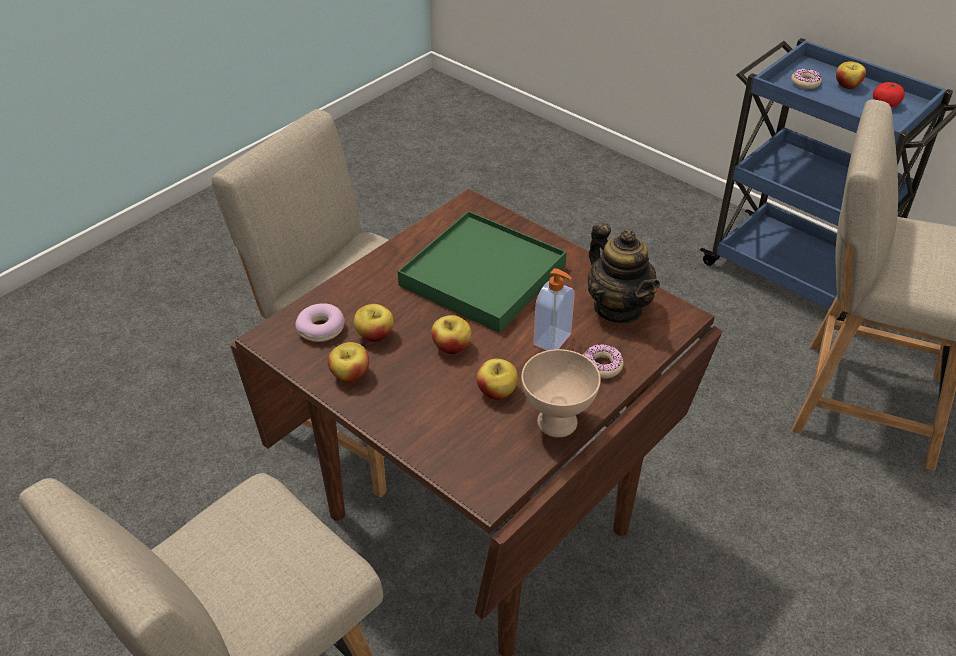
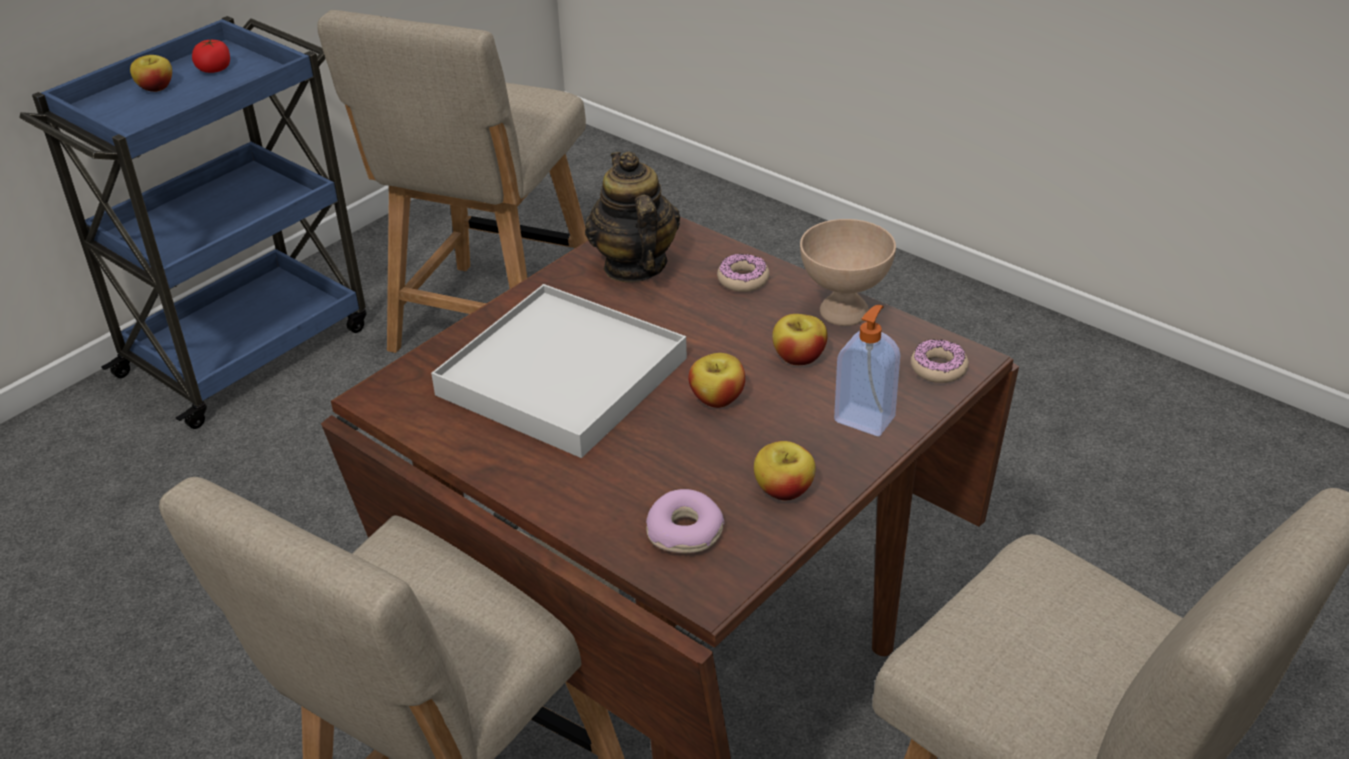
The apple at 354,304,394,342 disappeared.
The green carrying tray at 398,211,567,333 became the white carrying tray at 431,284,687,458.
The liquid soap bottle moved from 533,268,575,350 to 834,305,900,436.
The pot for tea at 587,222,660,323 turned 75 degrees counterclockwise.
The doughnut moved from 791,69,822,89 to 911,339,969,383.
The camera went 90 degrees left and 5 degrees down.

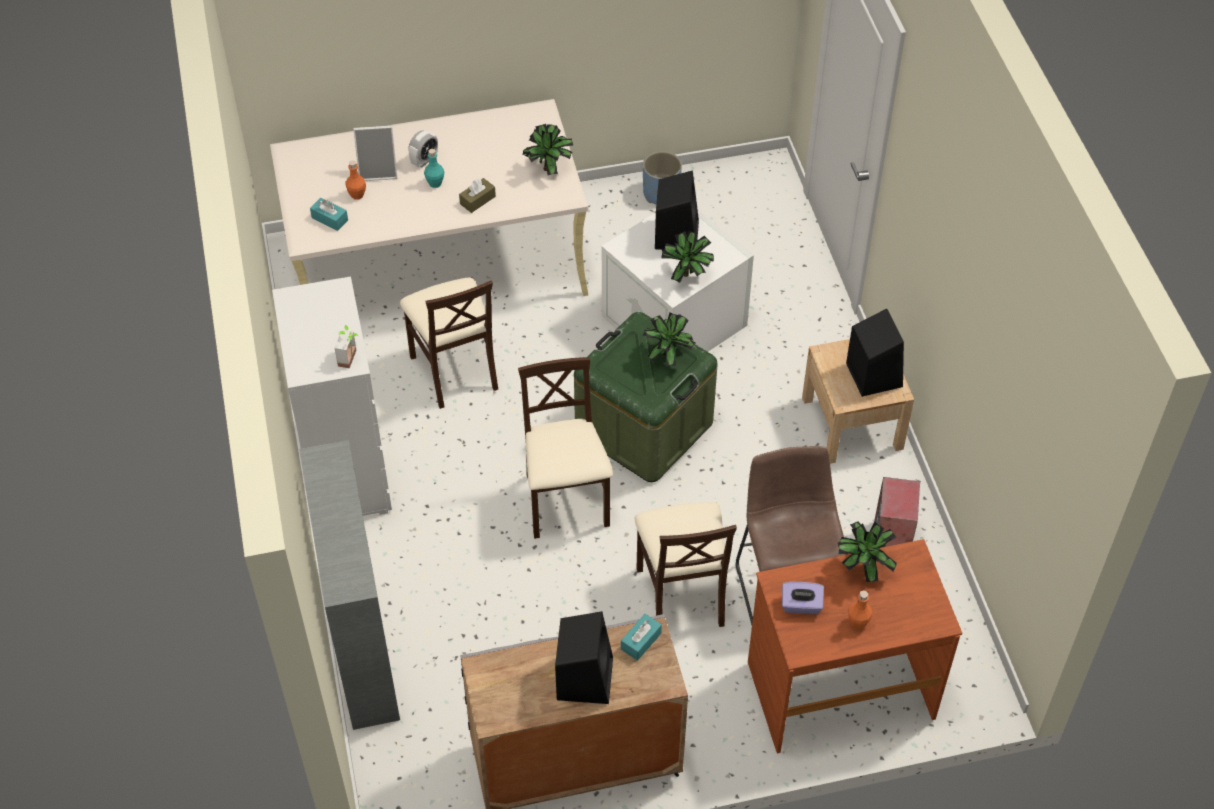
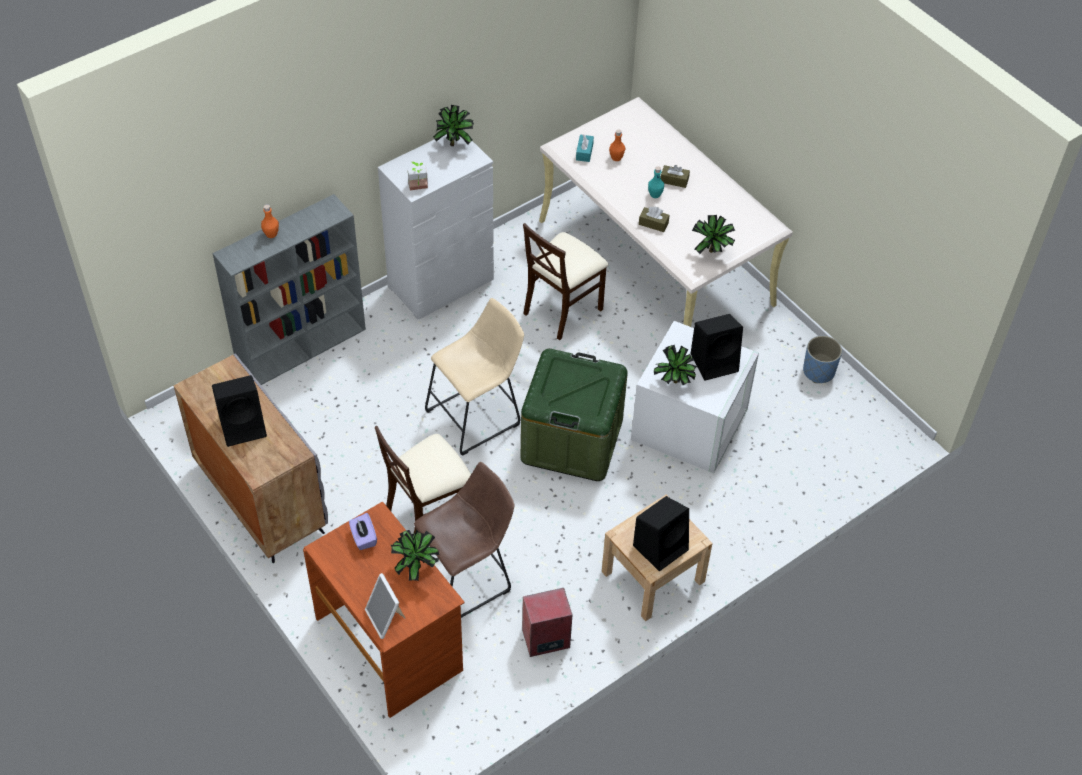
The picture frame moved from 354,125,397,181 to 365,573,405,639.
The table clock at 408,131,438,168 was replaced by the brown tissue holder at 661,165,690,188.
The sand-coloured plain chair at 518,357,613,539 was replaced by the sand-coloured stool seat at 425,298,524,456.
The blue-green tissue holder at 621,614,662,661 disappeared.
The houseplant moved from 643,312,695,366 to 433,105,474,146.
The orange-coloured drink bottle moved from 848,590,872,629 to 261,204,279,238.
The camera went 65 degrees right and 0 degrees up.

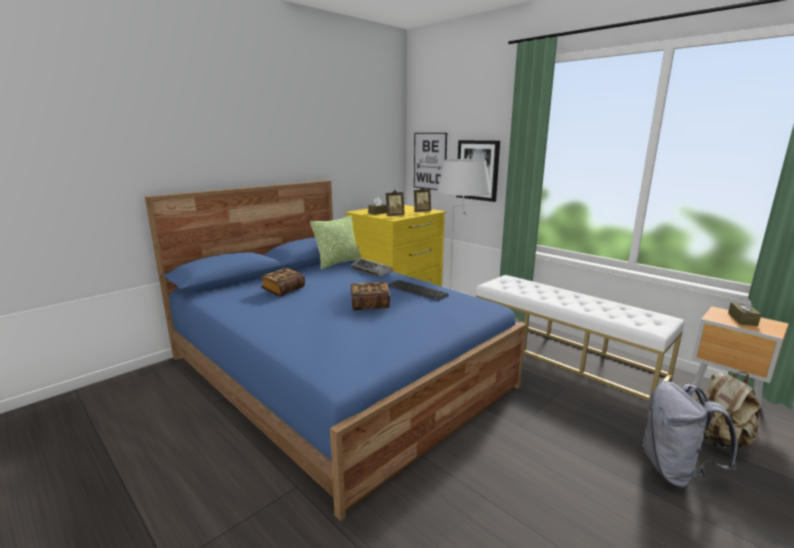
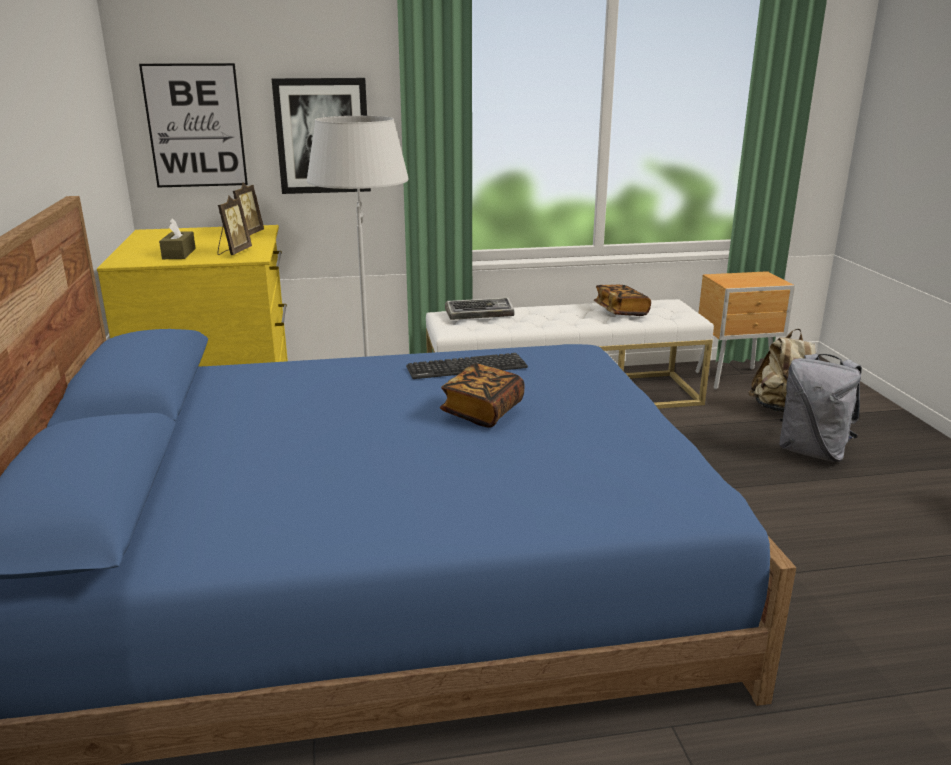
The book moved from 260,268,305,296 to 594,285,651,316.
The throw pillow at 310,215,362,270 disappeared.
The PC keyboard moved from 351,258,393,277 to 445,297,514,320.
The brown tissue holder at 728,296,761,326 disappeared.
The camera went 55 degrees left and 5 degrees up.

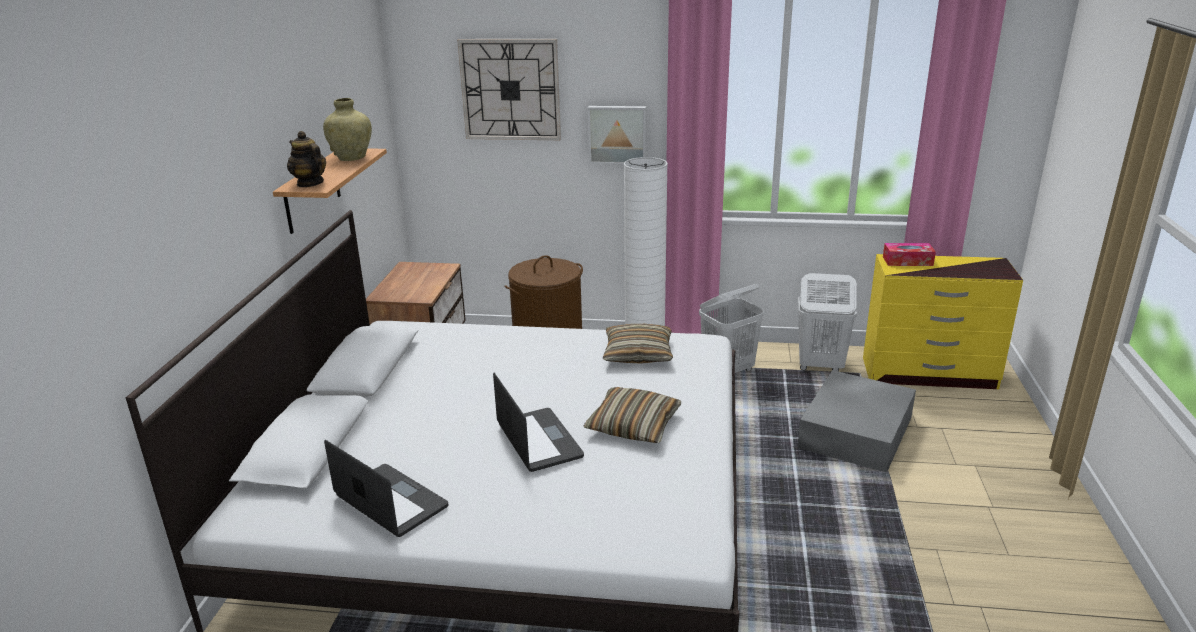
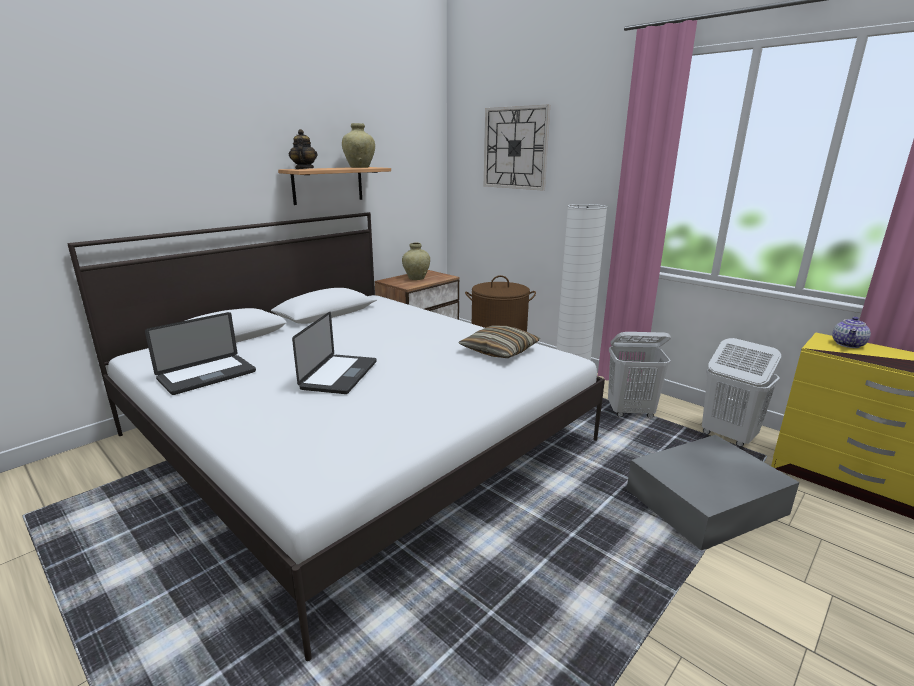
The laptop at 324,440,448,537 turned 60 degrees clockwise.
The throw pillow at 584,387,681,443 disappeared.
The wall art at 588,106,646,164 disappeared.
The tissue holder at 883,243,936,266 was replaced by the pot for tea at 832,317,871,348.
The sand-coloured flower vase at 402,243,430,280 appeared.
The camera went 35 degrees right and 5 degrees down.

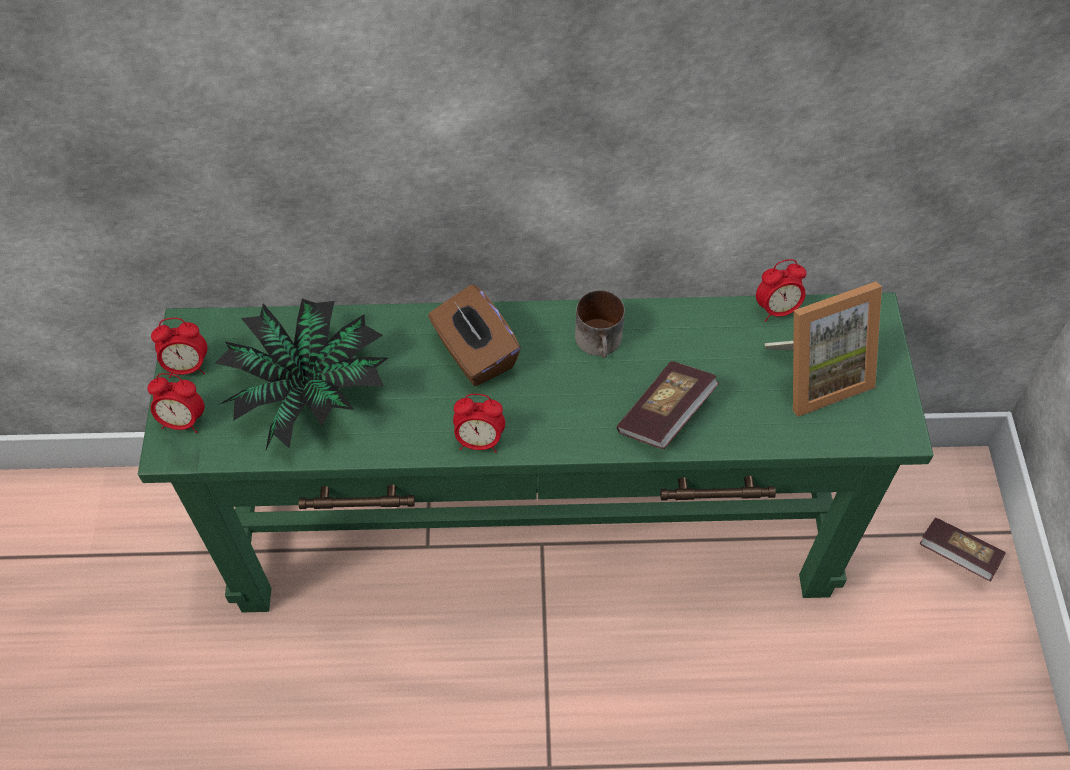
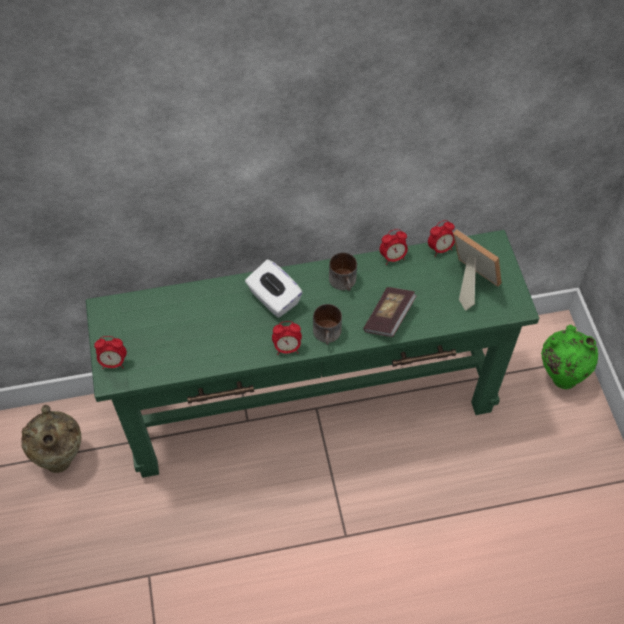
The table clock moved from 151,318,207,378 to 380,229,408,265.
The houseplant at 215,299,388,452 disappeared.
The brown tissue holder at 428,284,521,386 became the white tissue holder at 245,259,303,318.
The picture frame at 765,282,882,417 turned 105 degrees counterclockwise.
The book at 920,518,1006,581 was replaced by the green flower vase at 541,325,598,389.
The sand-coloured flower vase at 21,405,81,473 appeared.
The coffee mug at 313,304,342,345 appeared.
The camera went 10 degrees left and 0 degrees up.

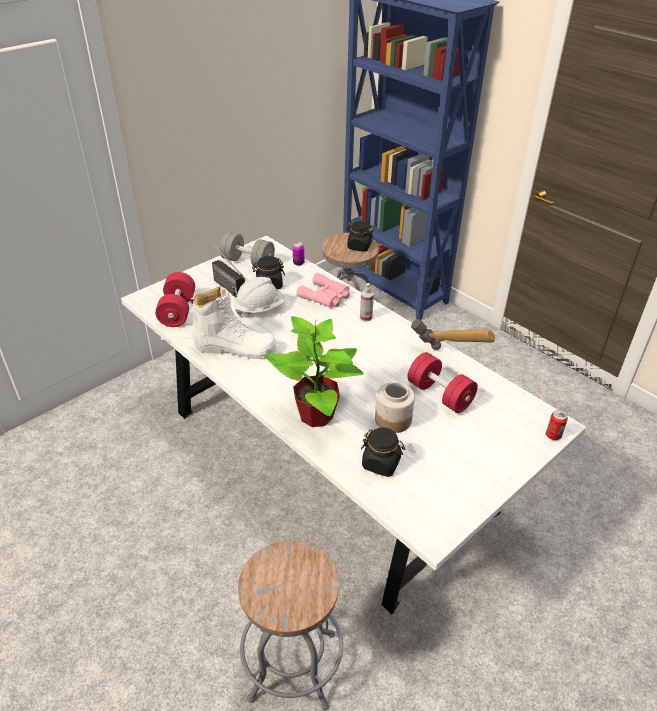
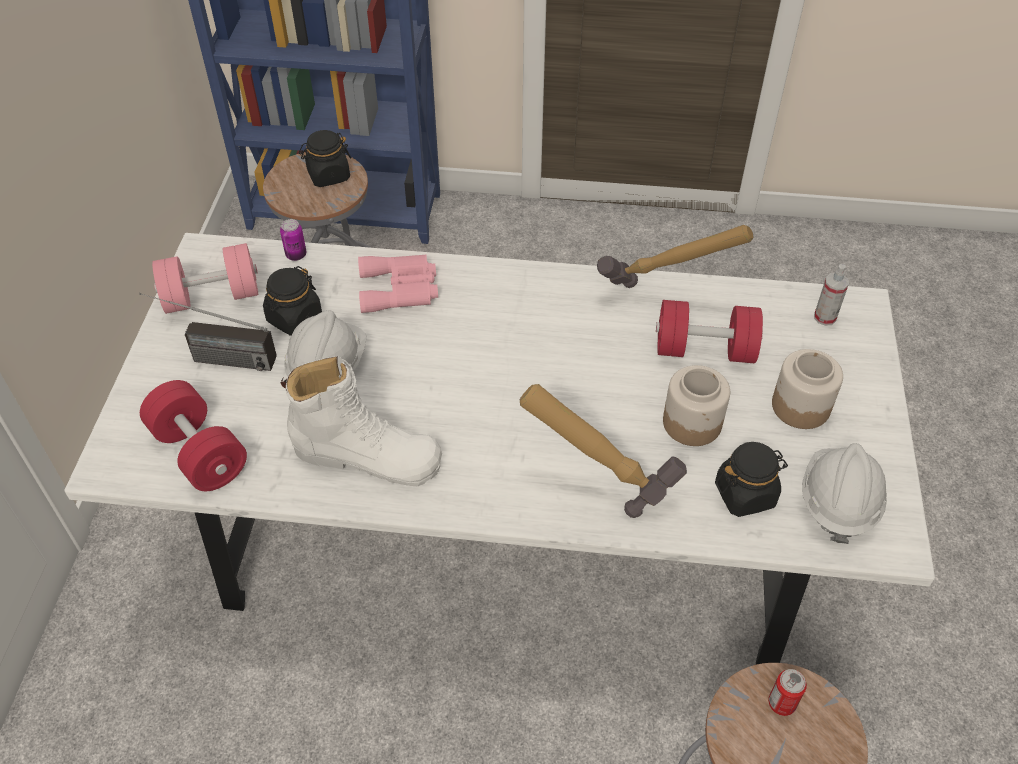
The white tall boot at 190,287,276,359 turned 45 degrees clockwise.
The gray hand weight at 220,232,275,266 became the pink hand weight at 152,243,258,314.
The houseplant at 264,316,364,427 was replaced by the tool hammer at 520,384,687,518.
The sprayer moved from 360,283,374,321 to 814,264,849,326.
The can moved from 546,410,568,440 to 768,669,807,716.
The preserve jar at 772,349,843,429 appeared.
The white safety helmet at 802,443,887,544 appeared.
The camera went 40 degrees left and 10 degrees up.

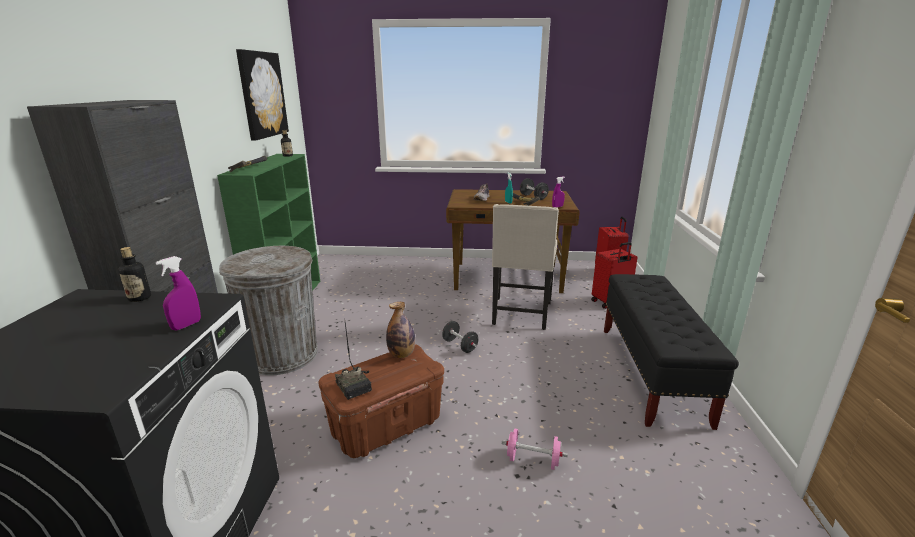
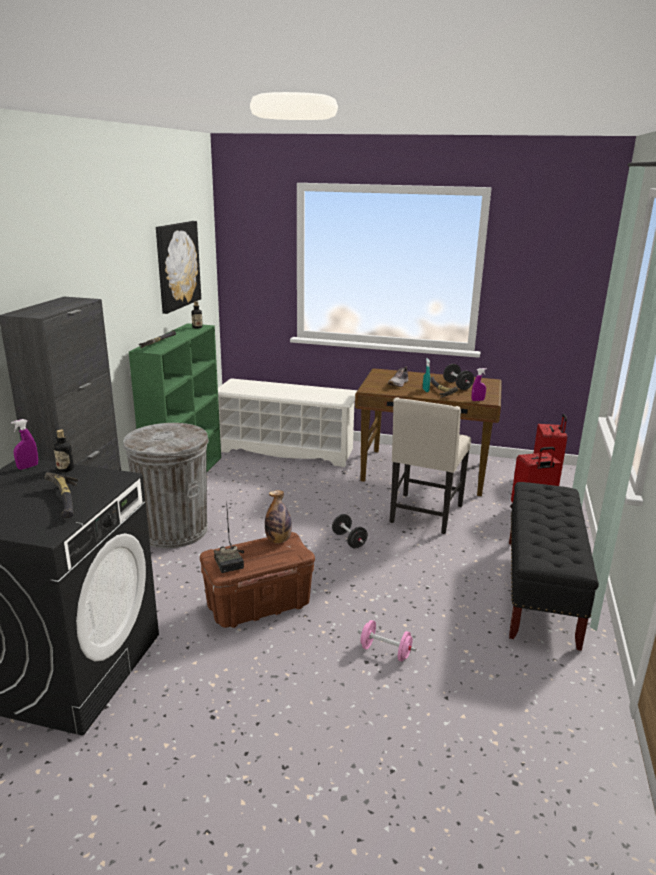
The purplish sprayer moved from 156,256,201,331 to 11,419,38,470.
The tool hammer at 45,472,78,518 appeared.
The white shoe rack at 218,378,357,467 appeared.
The camera went 10 degrees right and 0 degrees up.

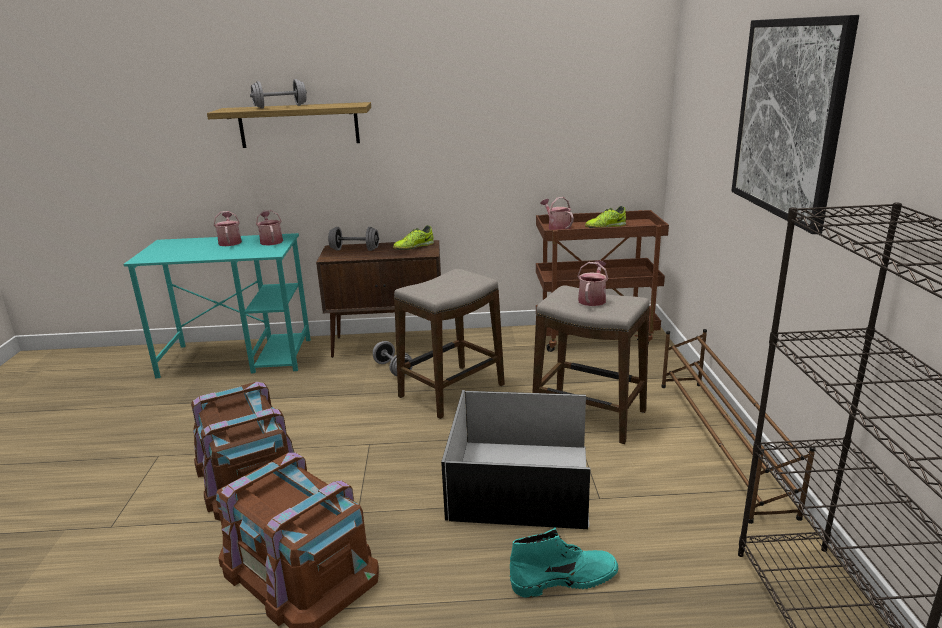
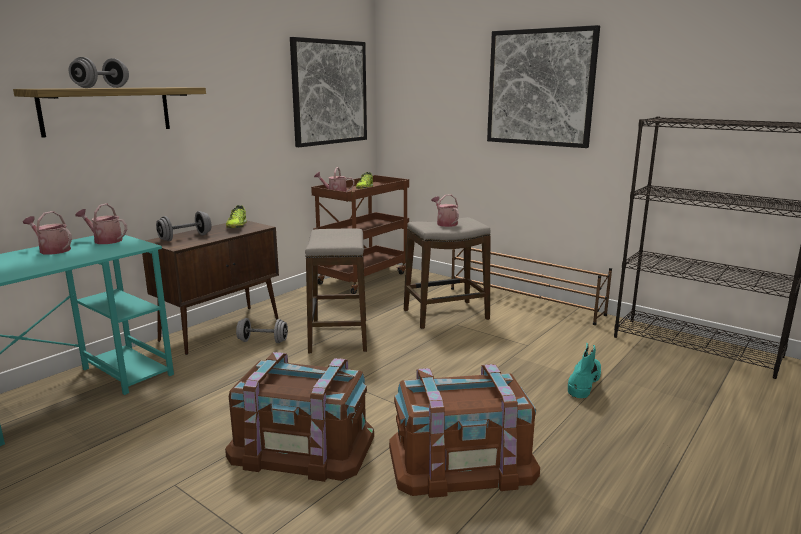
The blackish storage box at 441,390,590,529 disappeared.
The wall art at 290,37,367,147 appeared.
The camera went 50 degrees left and 5 degrees down.

